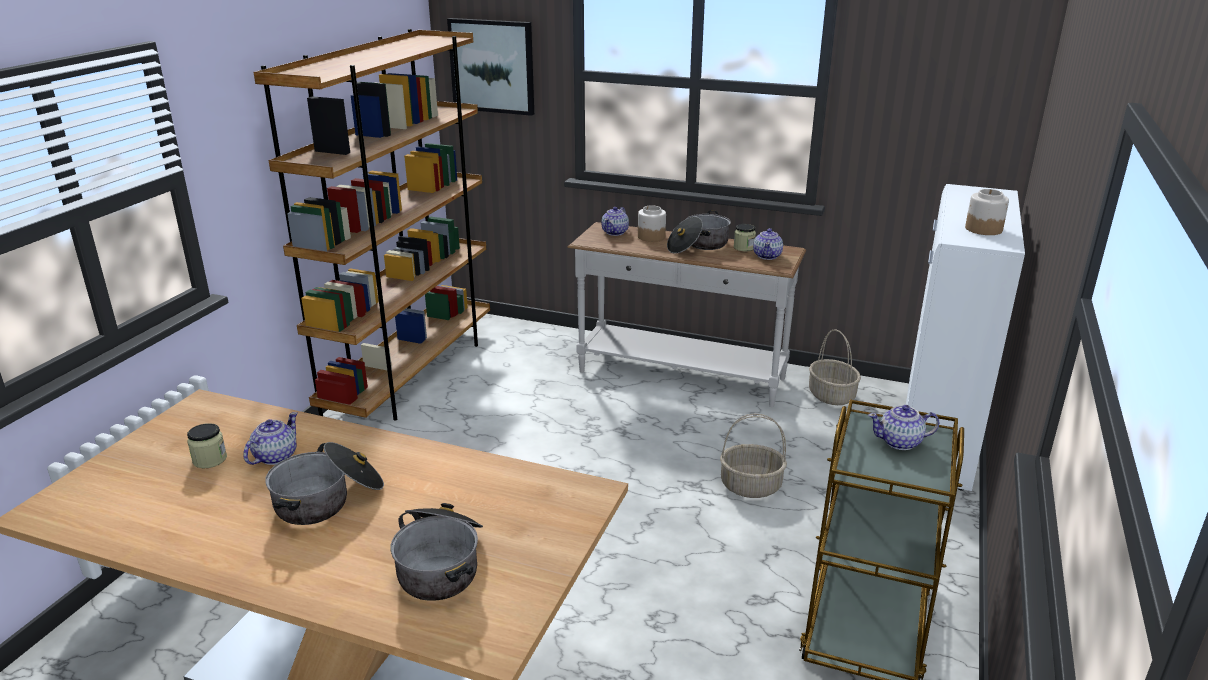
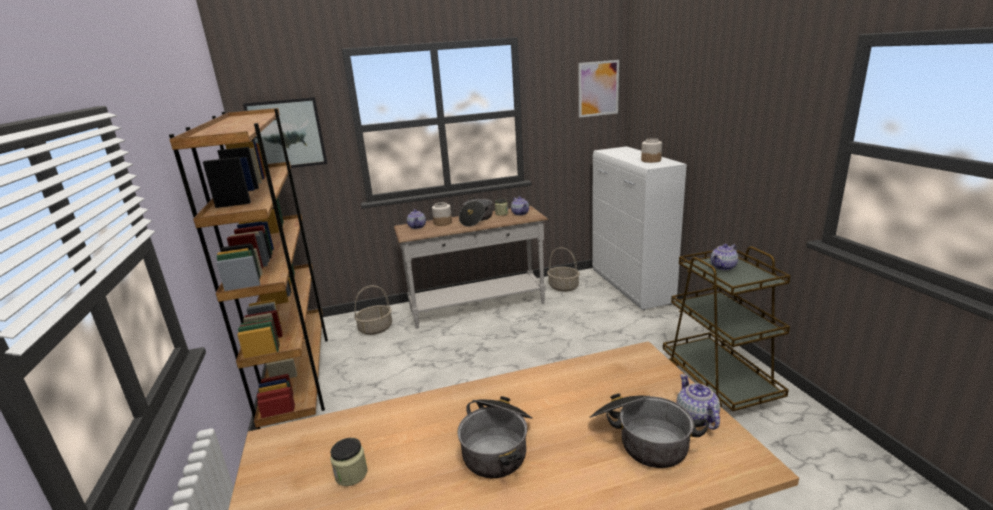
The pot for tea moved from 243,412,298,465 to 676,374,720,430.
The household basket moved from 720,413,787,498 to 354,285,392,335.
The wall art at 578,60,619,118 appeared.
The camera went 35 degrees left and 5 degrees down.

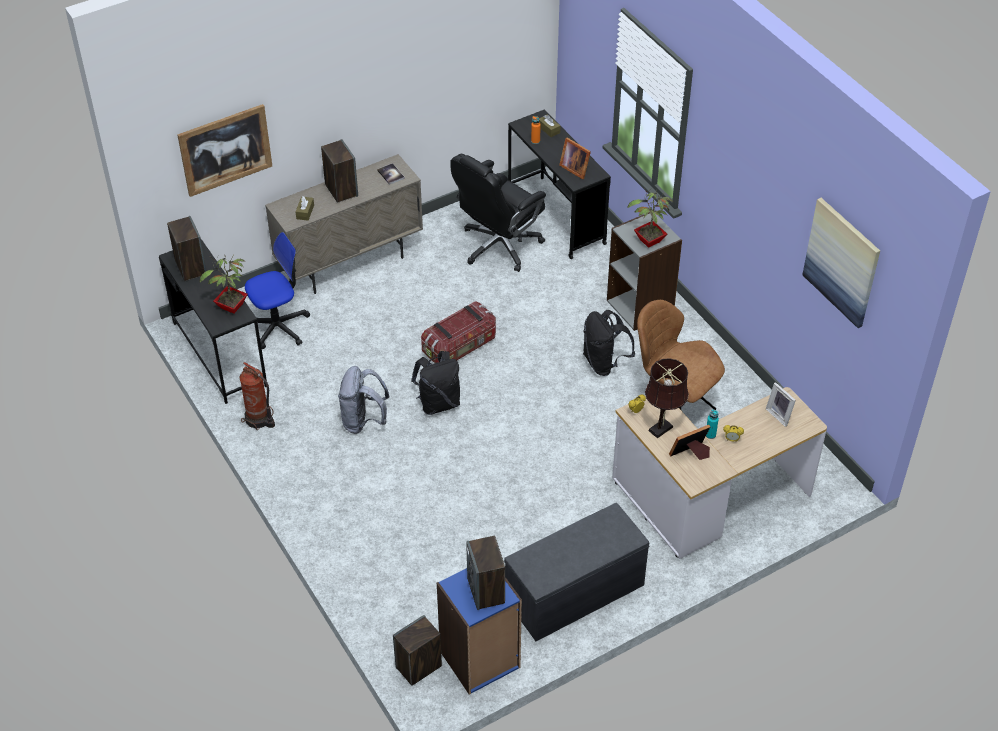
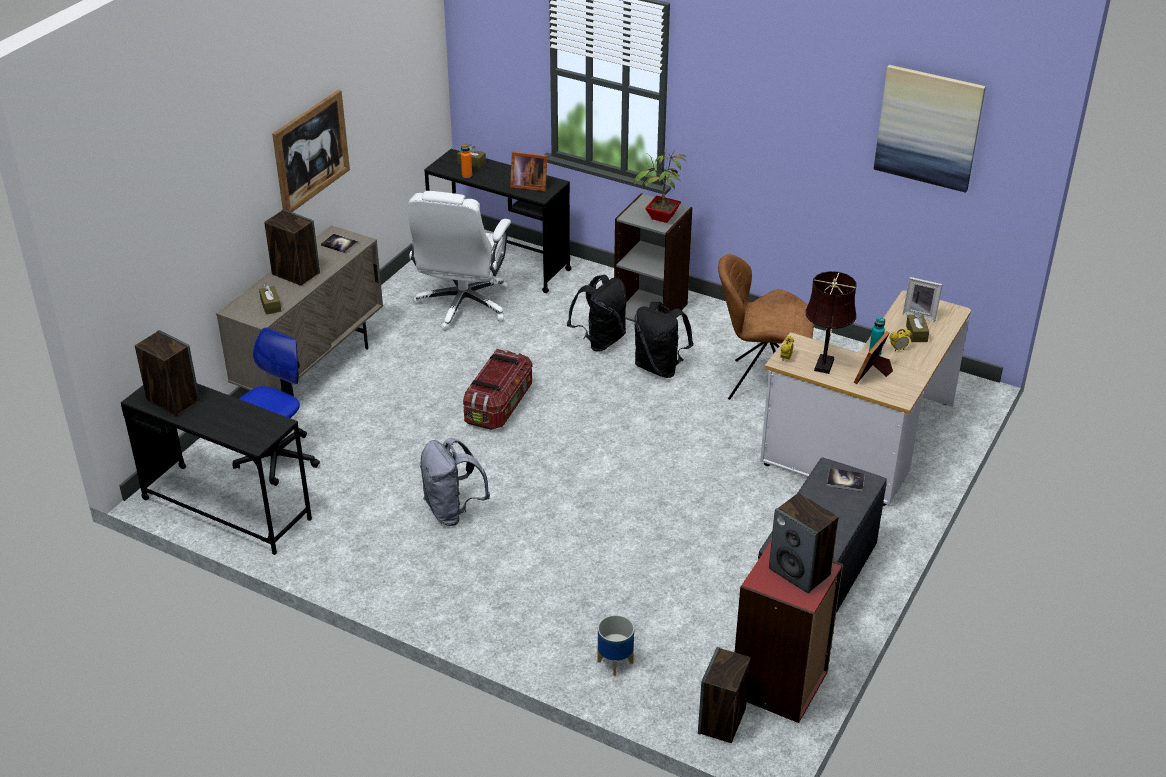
The wall art moved from 177,104,272,197 to 272,90,350,212.
The houseplant at 199,254,248,314 disappeared.
The fire extinguisher at 239,362,275,430 disappeared.
The blackish backpack moved from 411,351,460,415 to 567,275,627,352.
The blue-coloured bookcase at 437,568,522,695 became the reddish bookcase at 735,540,843,723.
The blackish desk chair at 450,154,546,272 became the white desk chair at 408,191,511,331.
The plant pot at 597,615,634,676 appeared.
The book at 827,468,865,492 appeared.
The brown tissue holder at 906,312,929,342 appeared.
The camera went 30 degrees left and 10 degrees down.

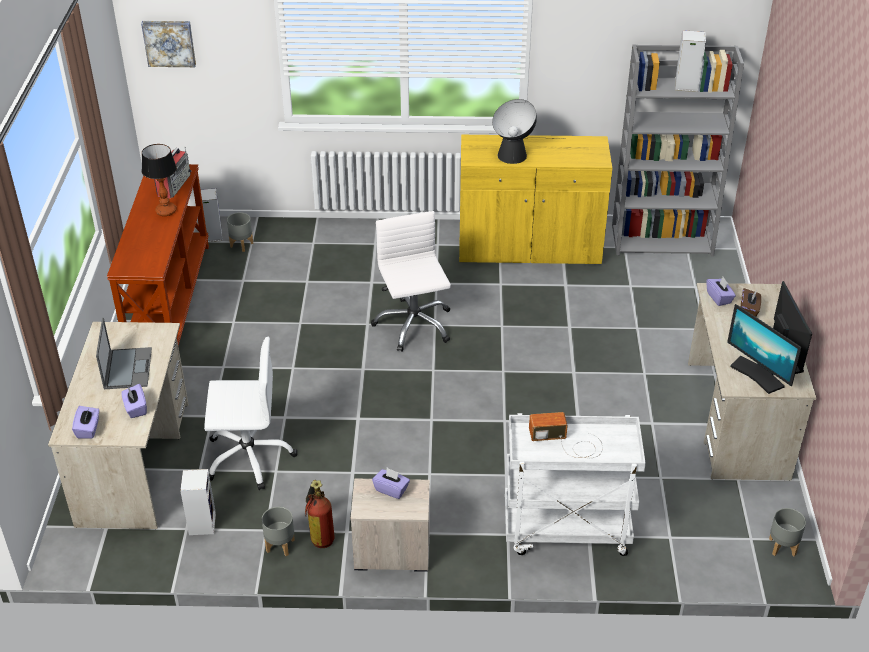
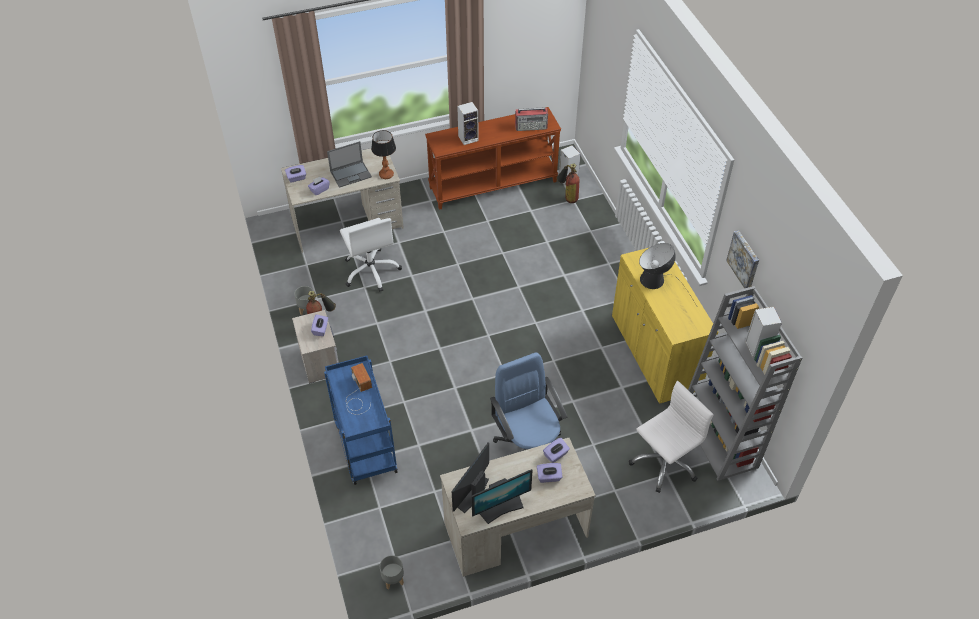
The wall art moved from 141,21,196,67 to 726,230,759,288.
The lamp for a table moved from 141,144,177,216 to 371,130,396,179.
The audio speaker moved from 180,469,216,535 to 457,102,479,145.
The gray plant pot at 227,212,253,252 was replaced by the fire extinguisher at 556,163,580,203.
The white desk chair moved from 371,211,451,352 to 629,381,713,493.
The white cart at 505,413,646,556 became the blue-coloured cart at 324,356,398,485.
The brown tissue holder at 741,288,761,317 became the purplish tissue holder at 537,463,562,483.
The blue-coloured desk chair at 490,352,568,451 appeared.
The camera went 70 degrees right and 10 degrees up.

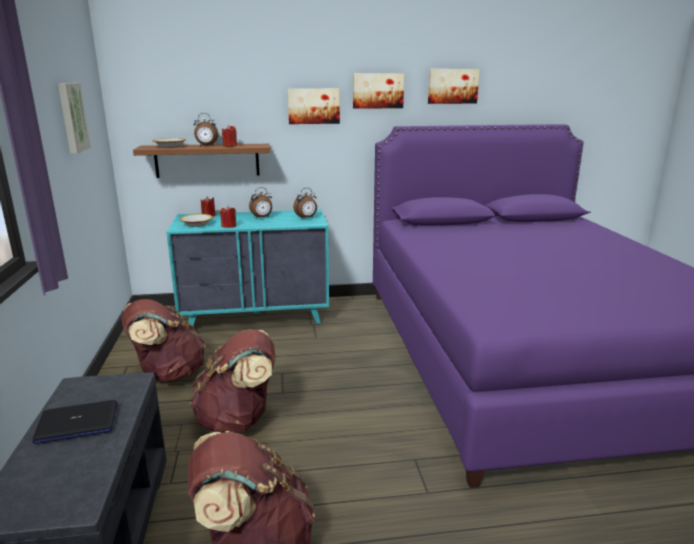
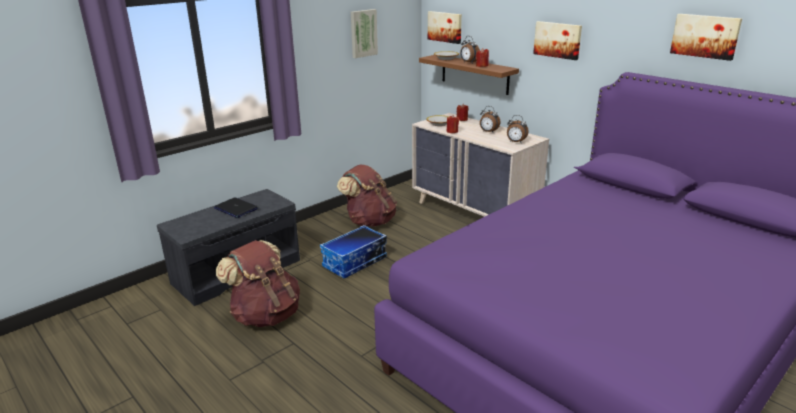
The blue-green chest of drawers at 166,209,329,326 became the sand-coloured chest of drawers at 412,113,549,217.
The brown backpack at 190,329,275,433 was replaced by the storage box at 320,225,387,278.
The wall art moved from 353,73,404,109 to 428,11,462,44.
The camera went 55 degrees right and 5 degrees up.

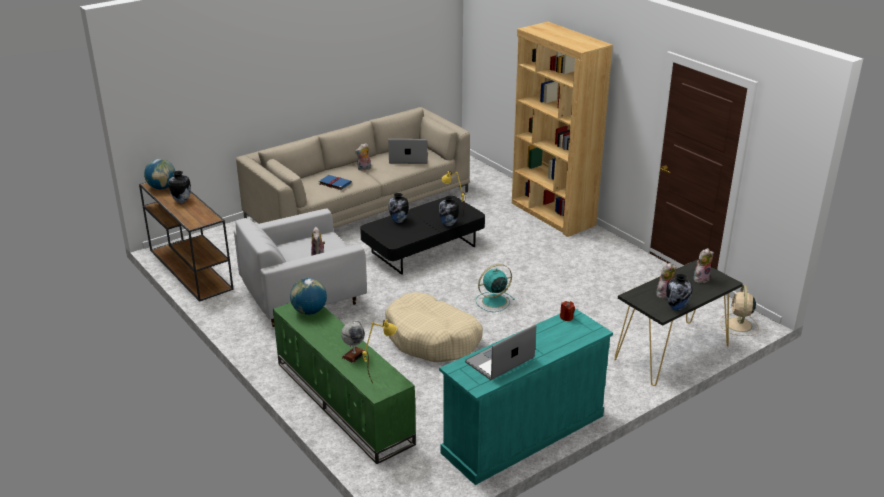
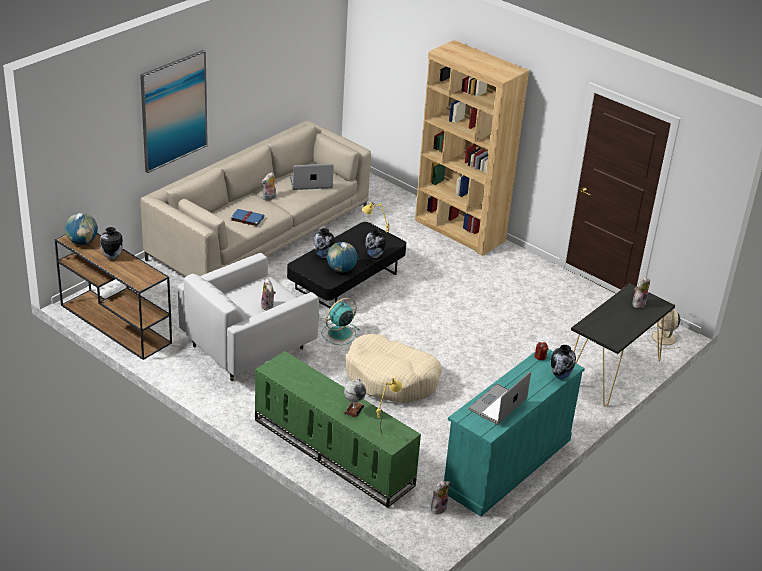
The globe moved from 290,278,327,315 to 327,242,358,272.
The blue-green electric fan moved from 476,264,515,312 to 321,298,359,345.
The soft toy moved from 656,263,677,298 to 431,481,450,514.
The flower vase moved from 666,274,692,311 to 551,345,576,379.
The wall art at 140,50,208,173 appeared.
The camera went 15 degrees left and 5 degrees up.

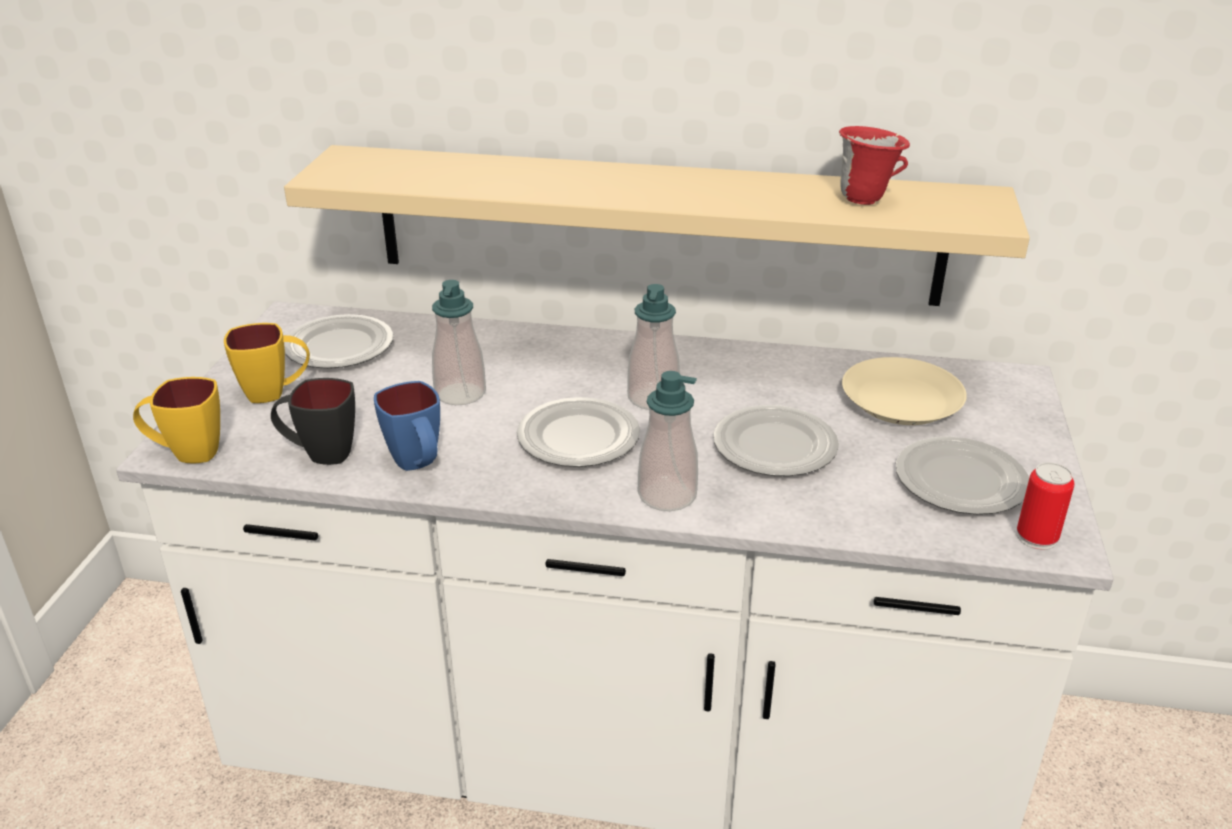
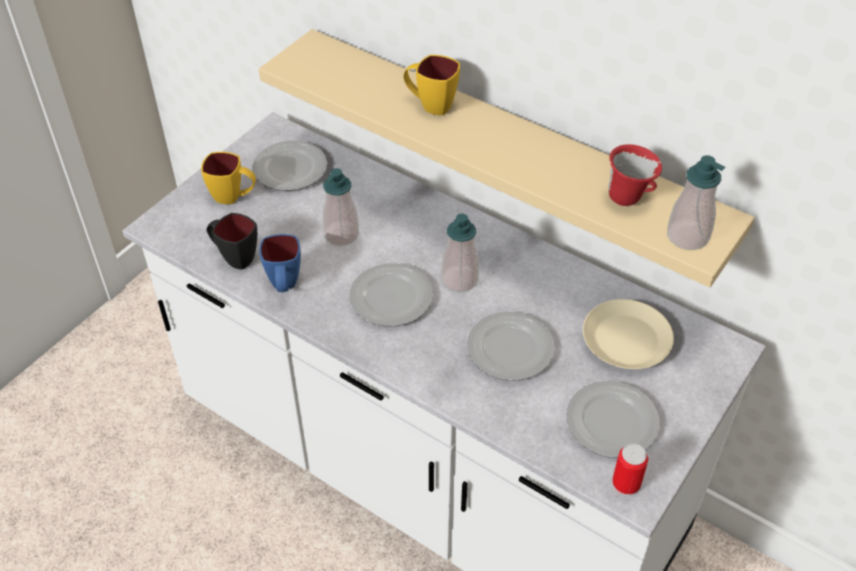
The yellowish coffee mug moved from 133,377,220,463 to 404,55,460,115.
The liquid soap bottle moved from 638,371,698,511 to 667,155,725,250.
The camera went 25 degrees right and 15 degrees up.

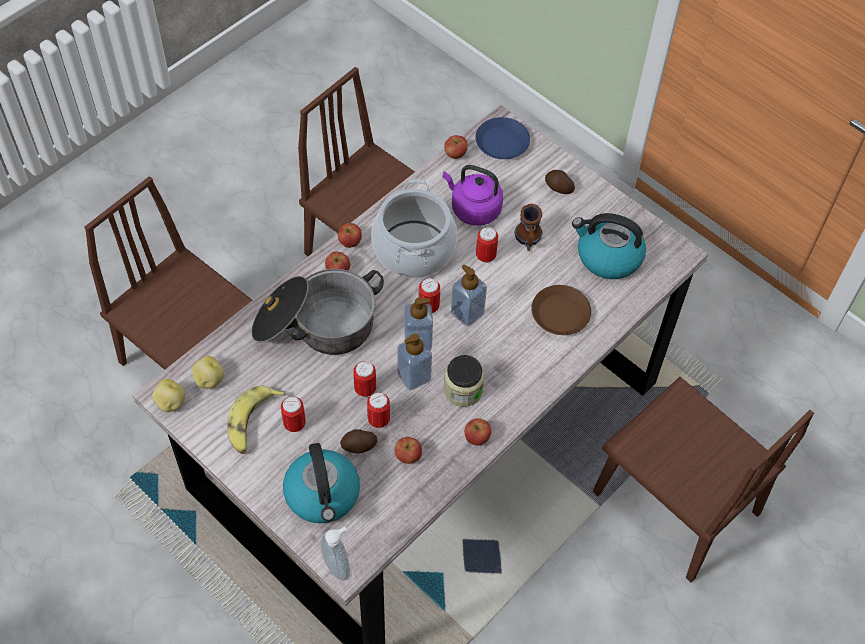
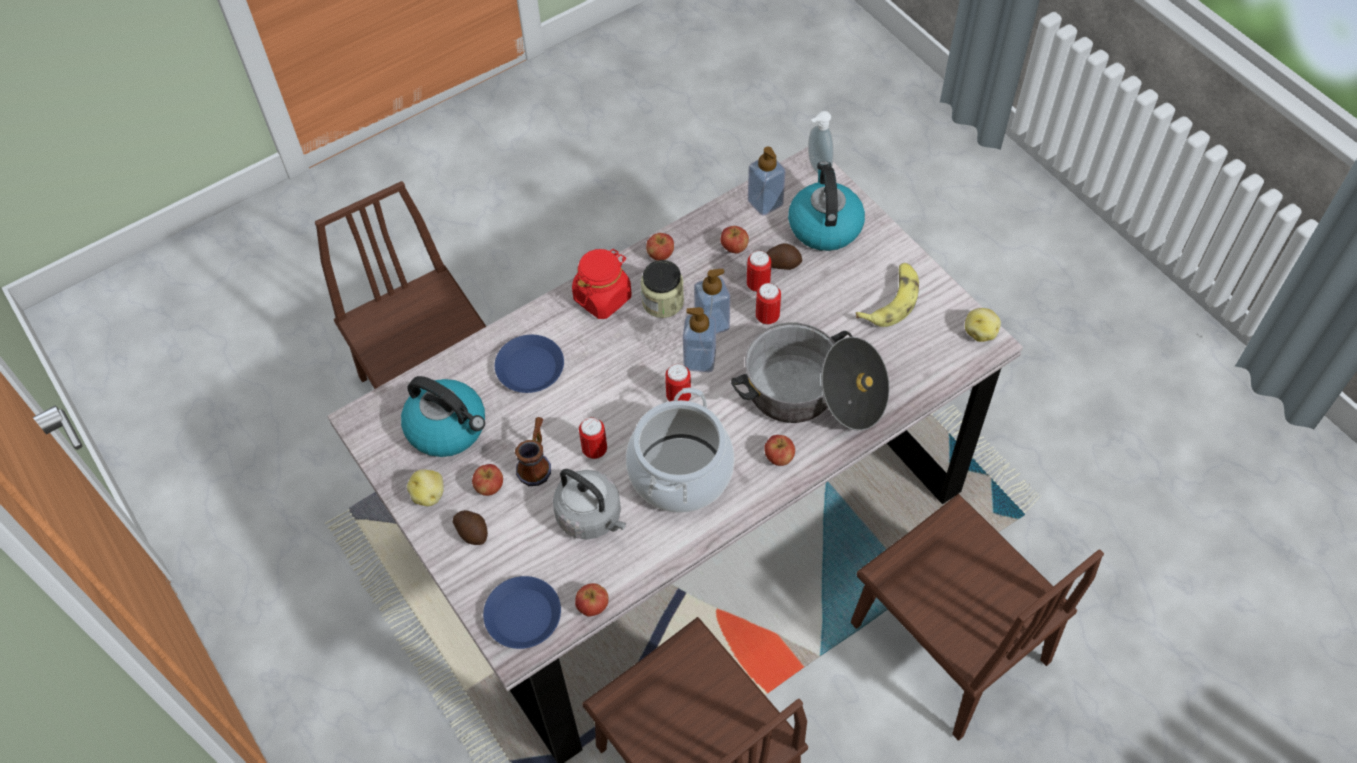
The whole potato moved from 192,356,224,389 to 407,469,443,506.
The can at 281,396,306,432 disappeared.
The apple moved from 338,223,362,248 to 472,464,503,496.
The purplish kettle at 443,165,503,226 became the gray kettle at 553,469,626,540.
The liquid soap bottle moved from 451,264,487,326 to 748,147,786,216.
The brown plate at 531,285,591,335 became the blue-coloured plate at 495,335,564,393.
The reddish preserve jar at 572,249,632,319 appeared.
The camera went 165 degrees left and 0 degrees up.

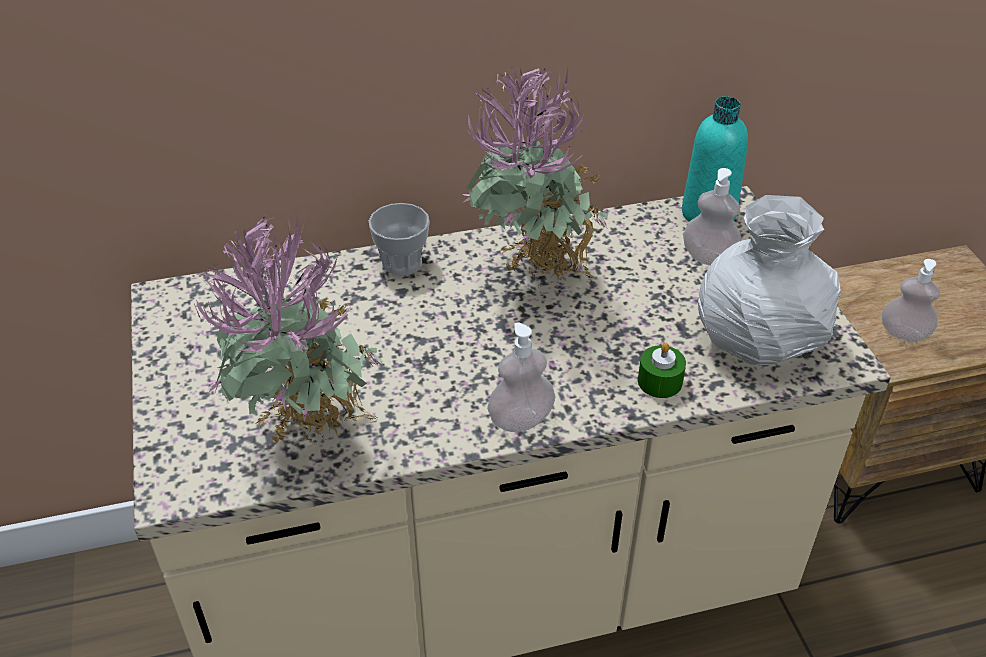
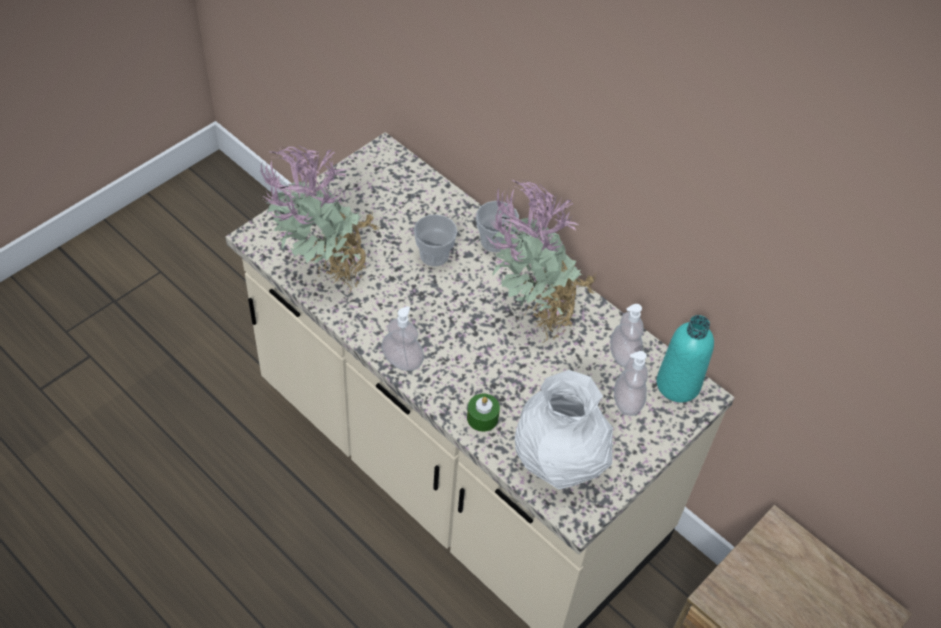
The liquid soap bottle moved from 882,259,940,341 to 610,304,644,368.
The small cup at 414,214,457,267 appeared.
The camera went 55 degrees right and 10 degrees up.

